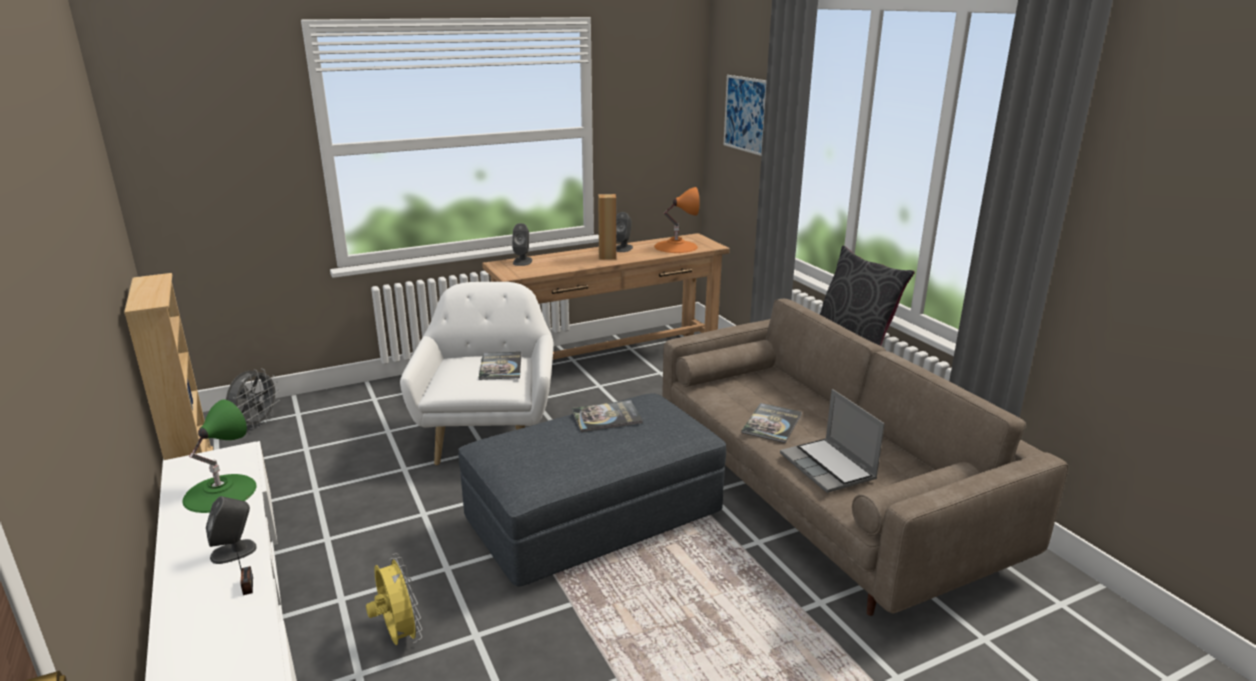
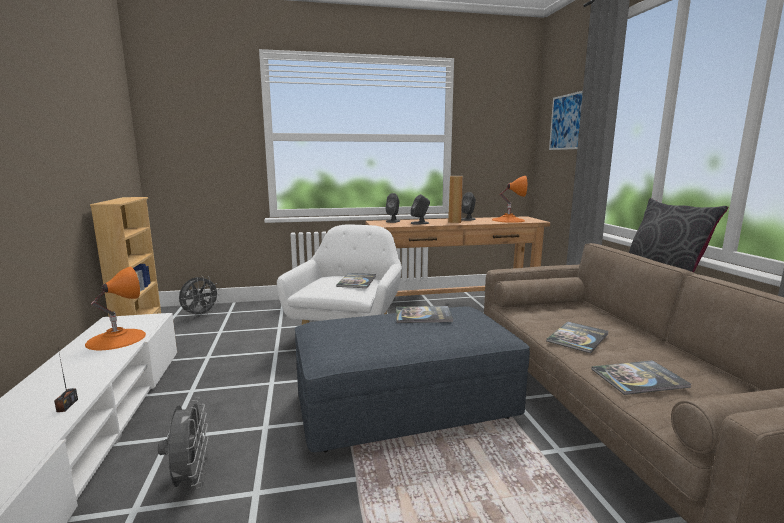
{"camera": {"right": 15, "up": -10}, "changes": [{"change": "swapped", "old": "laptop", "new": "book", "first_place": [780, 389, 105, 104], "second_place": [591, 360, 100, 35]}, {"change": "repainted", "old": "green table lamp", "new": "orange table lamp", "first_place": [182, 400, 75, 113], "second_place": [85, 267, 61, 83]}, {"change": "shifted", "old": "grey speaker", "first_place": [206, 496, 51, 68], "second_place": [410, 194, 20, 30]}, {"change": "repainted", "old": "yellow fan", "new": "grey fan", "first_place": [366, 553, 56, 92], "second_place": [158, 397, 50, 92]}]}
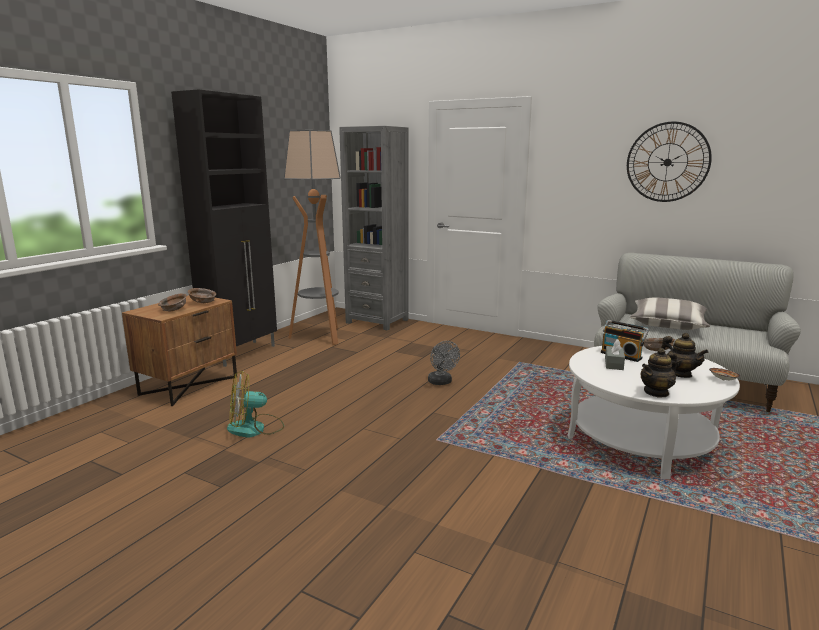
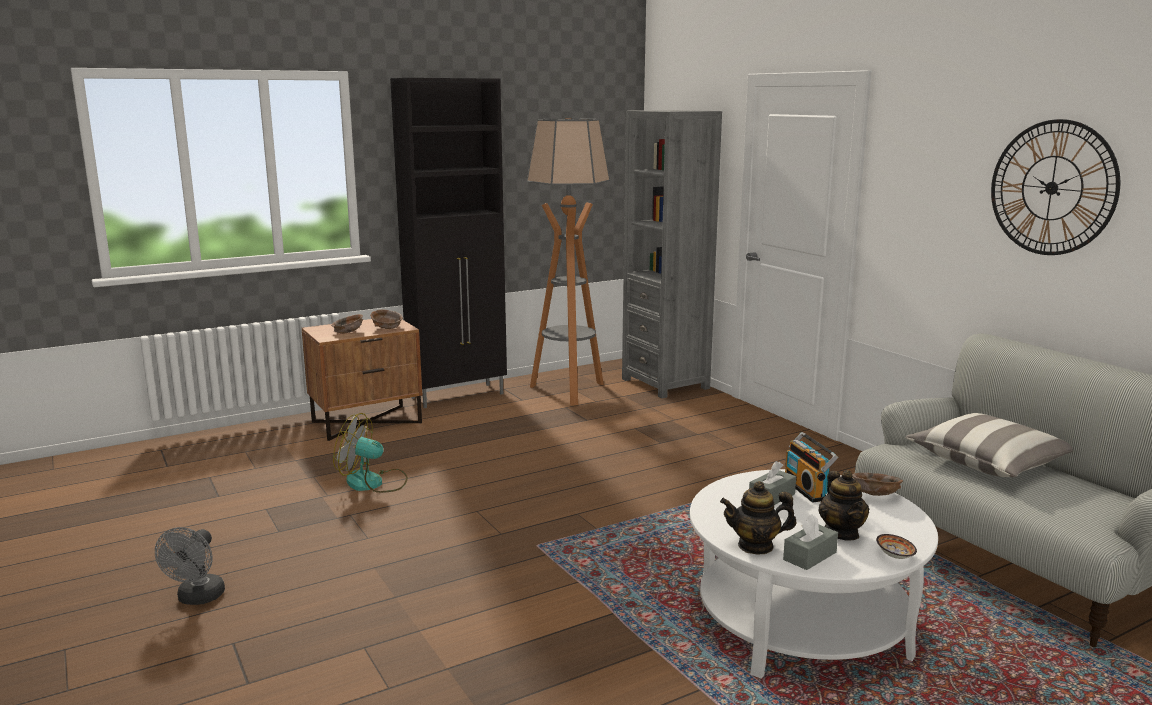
{"camera": {"right": 30, "up": 0}, "changes": [{"change": "shifted", "old": "grey fan", "first_place": [428, 341, 32, 44], "second_place": [155, 527, 70, 78]}, {"change": "new", "new": "grey tissue box", "second_place": [783, 514, 55, 56]}]}
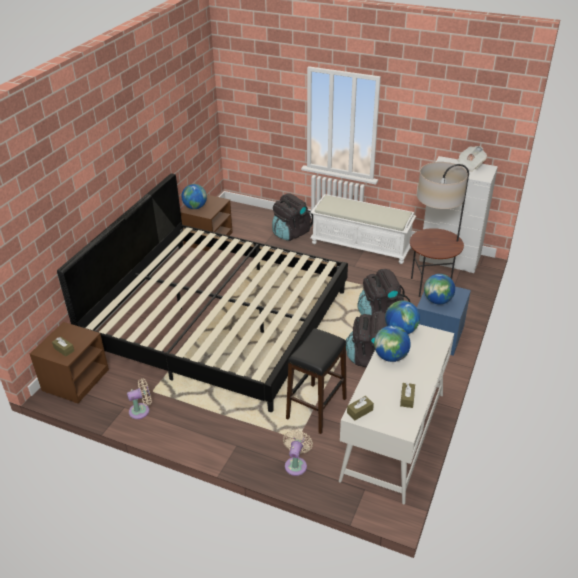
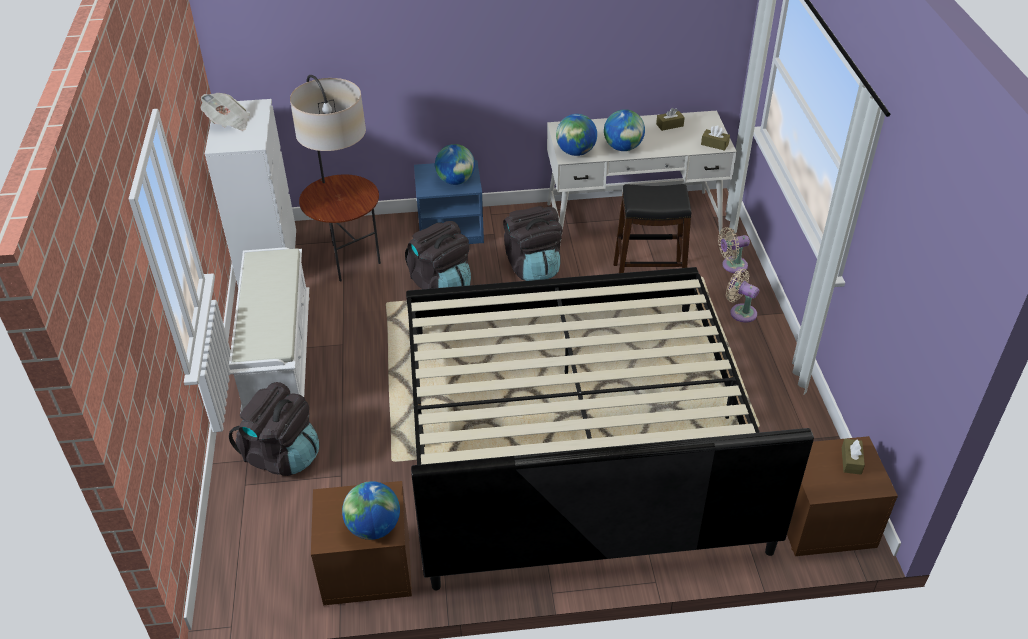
{"camera": {"right": -120, "up": 5}, "changes": [{"change": "shifted", "old": "beige fan", "first_place": [127, 378, 25, 41], "second_place": [726, 268, 33, 55]}]}
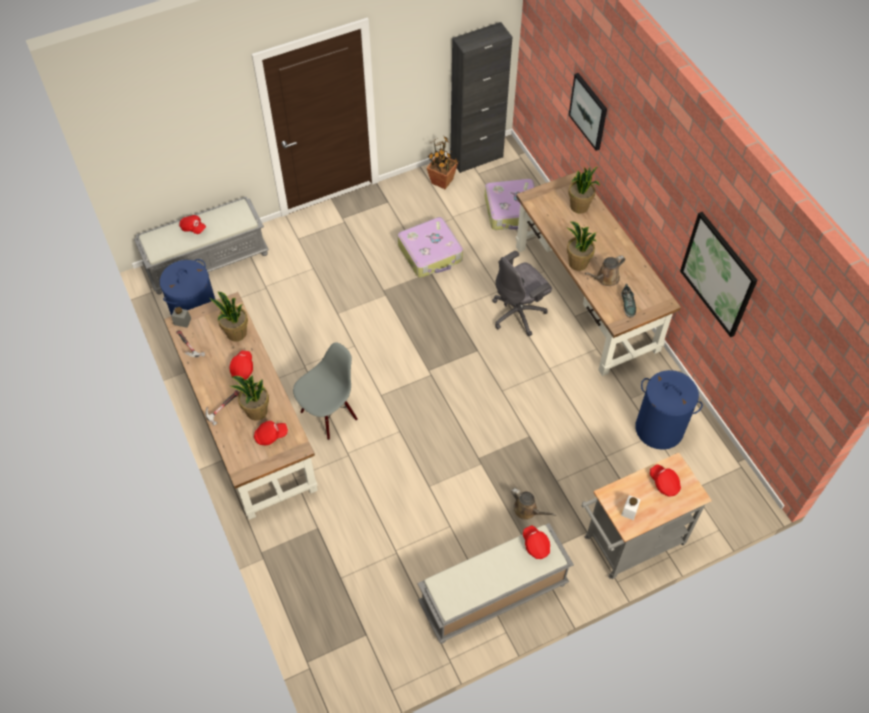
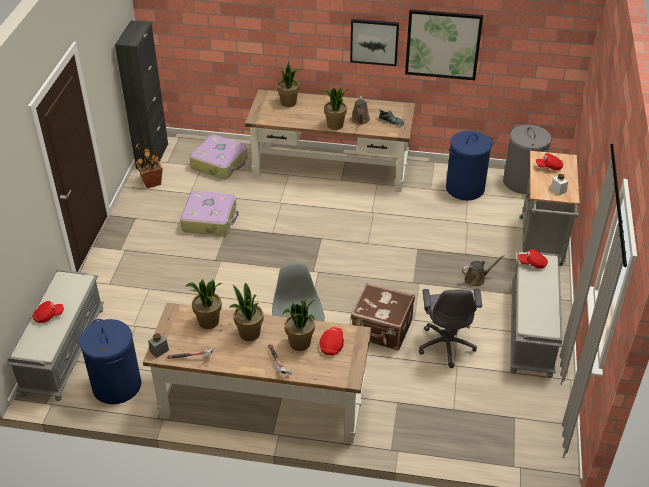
{"camera": {"right": -55, "up": -15}, "changes": [{"change": "shifted", "old": "picture", "first_place": [569, 73, 38, 78], "second_place": [350, 19, 49, 47]}, {"change": "shifted", "old": "grey office chair", "first_place": [492, 251, 60, 85], "second_place": [419, 288, 63, 80]}, {"change": "swapped", "old": "red cap", "new": "potted plant", "first_place": [229, 351, 24, 29], "second_place": [229, 283, 34, 58]}, {"change": "new", "new": "grey laundry basket", "second_place": [503, 125, 48, 69]}, {"change": "new", "new": "brown suitcase", "second_place": [351, 283, 64, 68]}]}
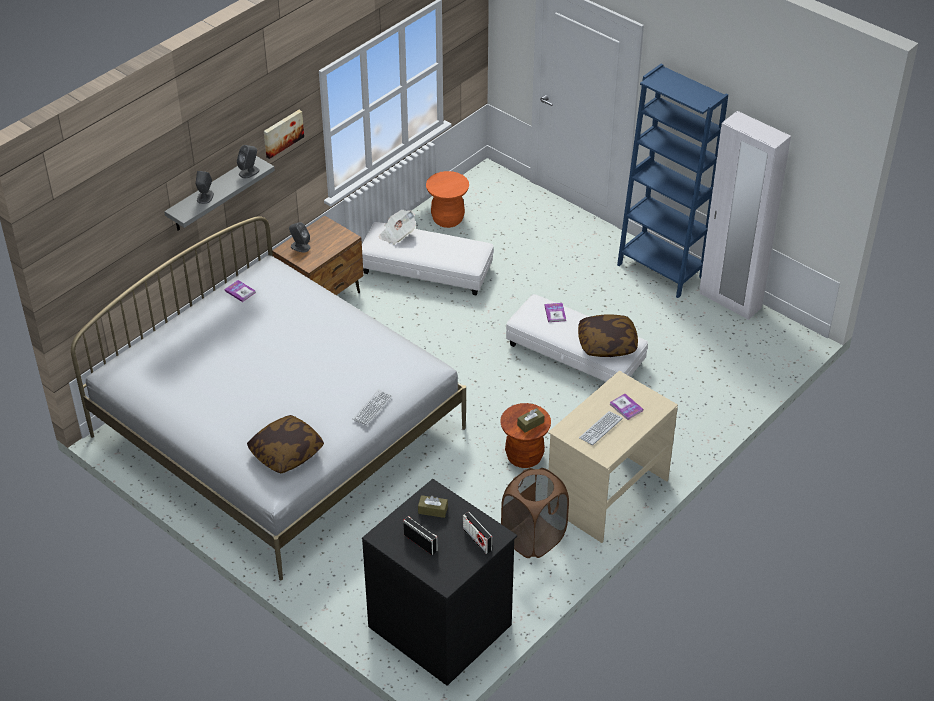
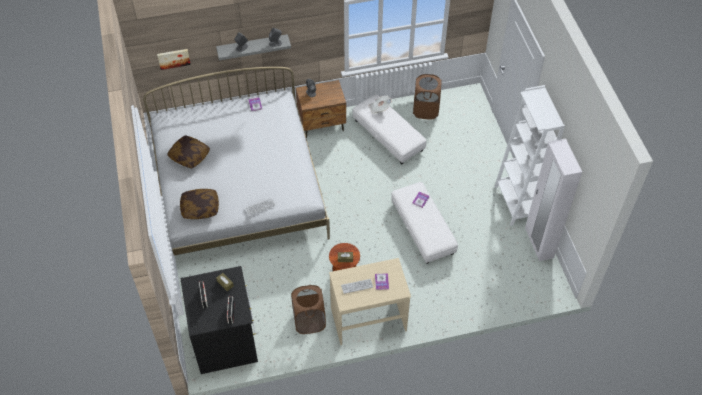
{"camera": {"right": 35, "up": 10}, "changes": [{"change": "repainted", "old": "blue bookcase", "new": "white bookcase", "first_place": [617, 63, 111, 235], "second_place": [494, 85, 71, 141]}, {"change": "shifted", "old": "picture", "first_place": [264, 110, 40, 49], "second_place": [157, 49, 34, 21]}, {"change": "swapped", "old": "orange stool", "new": "brown laundry basket", "first_place": [426, 171, 43, 57], "second_place": [413, 74, 29, 45]}, {"change": "shifted", "old": "pillow", "first_place": [578, 314, 60, 43], "second_place": [167, 136, 43, 32]}]}
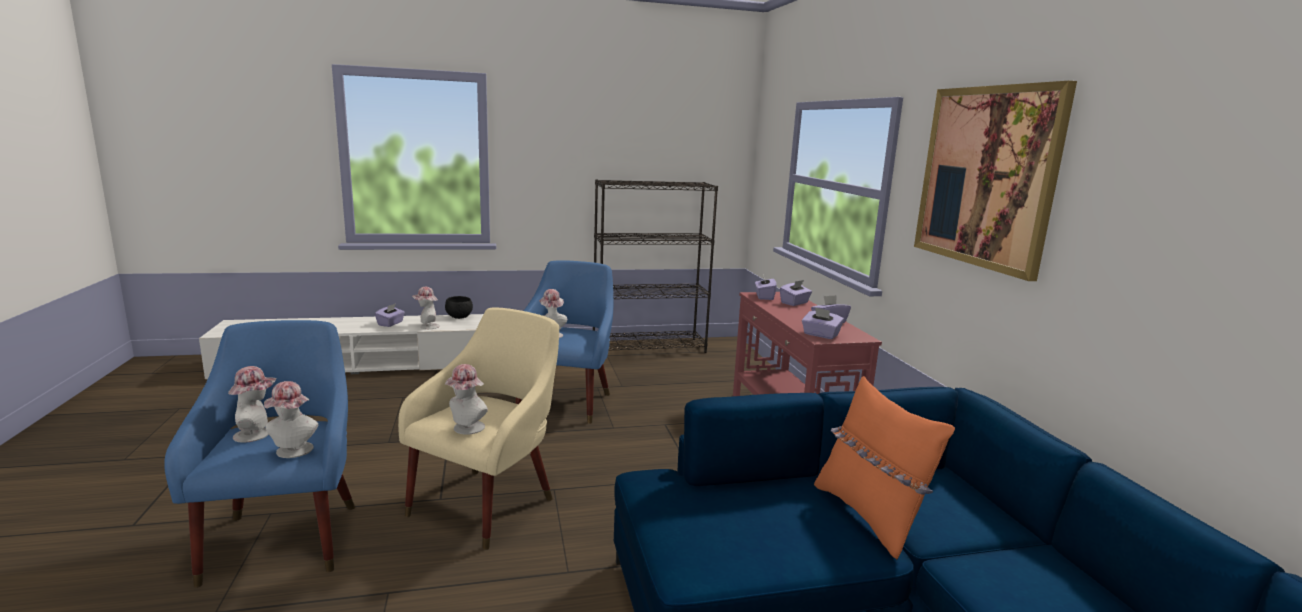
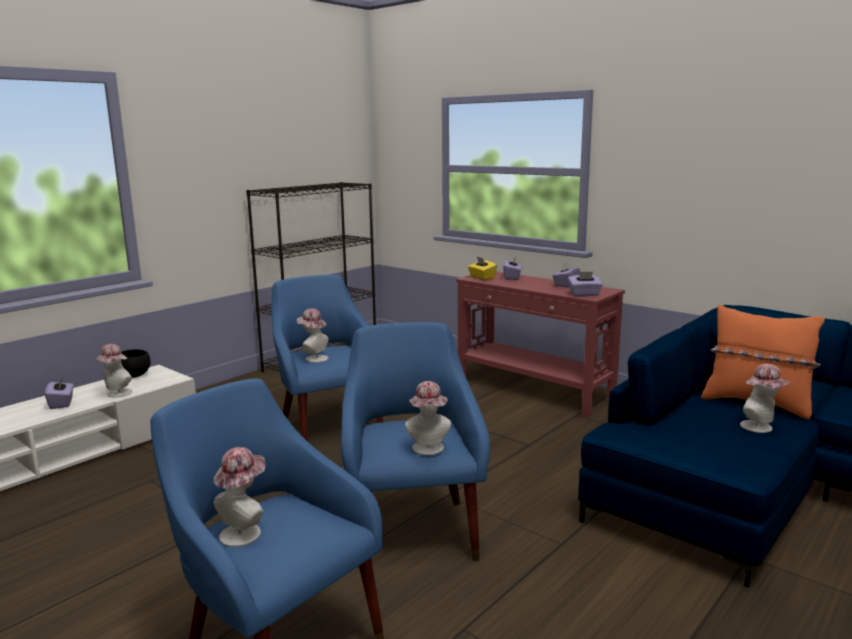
{"camera": {"right": -35, "up": 0}, "changes": [{"change": "gone", "old": "picture", "first_place": [914, 81, 163, 200]}, {"change": "repainted", "old": "purple tissue box", "new": "yellow tissue box", "first_place": [755, 274, 22, 26], "second_place": [468, 257, 29, 23]}, {"change": "repainted", "old": "beige armchair", "new": "blue armchair", "first_place": [398, 307, 161, 243], "second_place": [341, 322, 149, 239]}, {"change": "shifted", "old": "hat", "first_place": [264, 381, 54, 77], "second_place": [740, 363, 50, 70]}]}
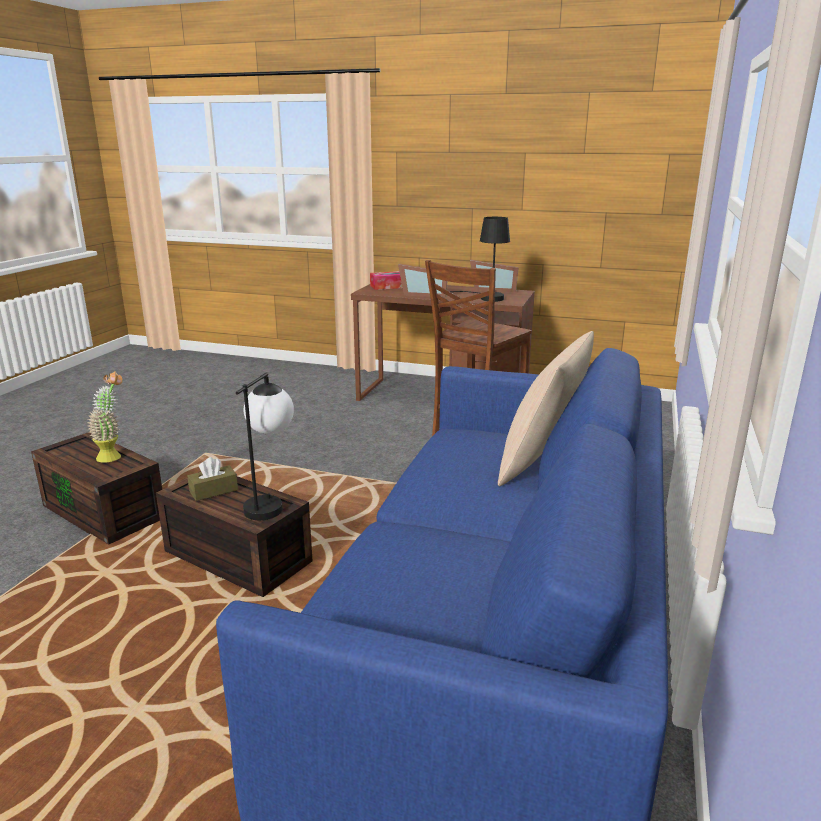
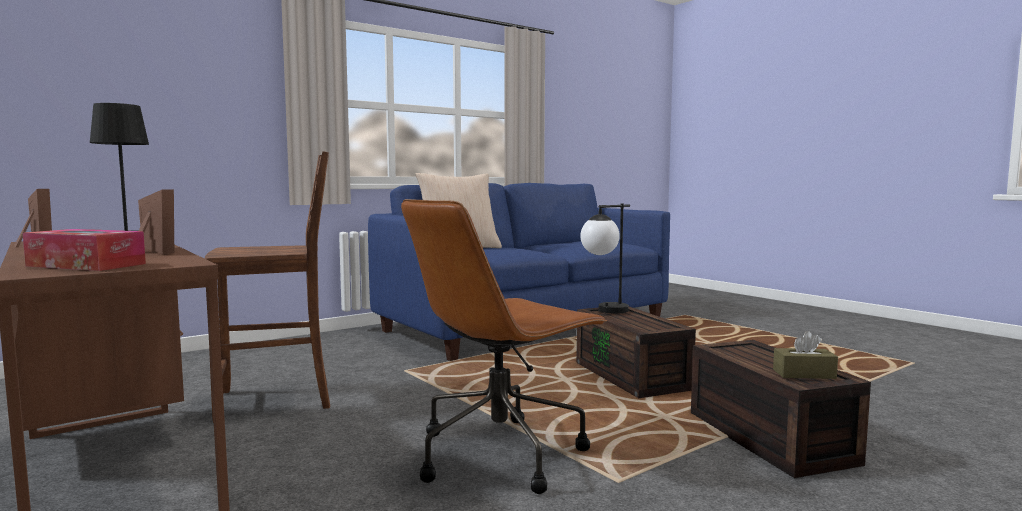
{"camera": {"right": -145, "up": -15}, "changes": [{"change": "gone", "old": "potted plant", "first_place": [87, 371, 36, 92]}, {"change": "shifted", "old": "brown tissue box", "first_place": [188, 457, 50, 44], "second_place": [773, 331, 65, 48]}, {"change": "new", "new": "brown office chair", "second_place": [401, 199, 207, 295]}]}
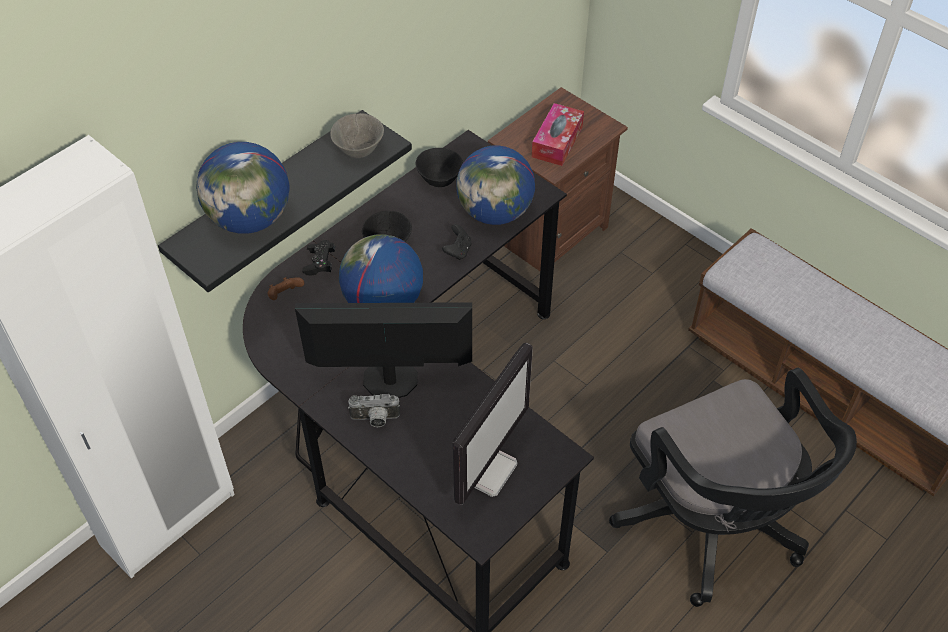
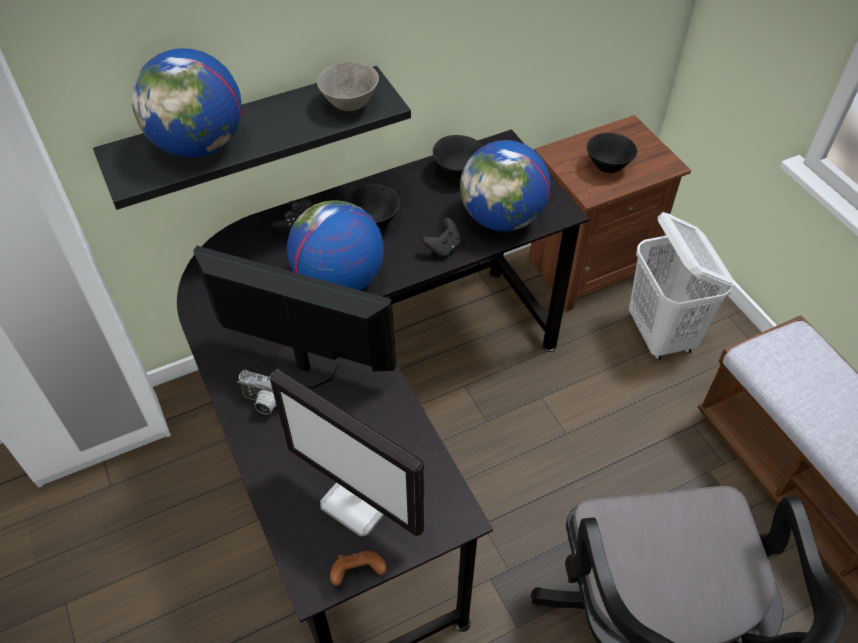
{"camera": {"right": 20, "up": 0}, "changes": [{"change": "swapped", "old": "tissue box", "new": "black bowl", "first_place": [532, 103, 52, 63], "second_place": [587, 133, 50, 40]}, {"change": "shifted", "old": "brown game controller", "first_place": [268, 277, 36, 23], "second_place": [330, 551, 57, 35]}, {"change": "rotated", "old": "monitor", "first_place": [453, 343, 80, 162], "second_place": [270, 369, 155, 167], "degrees": 75}, {"change": "new", "new": "white laundry basket", "second_place": [629, 212, 105, 148]}]}
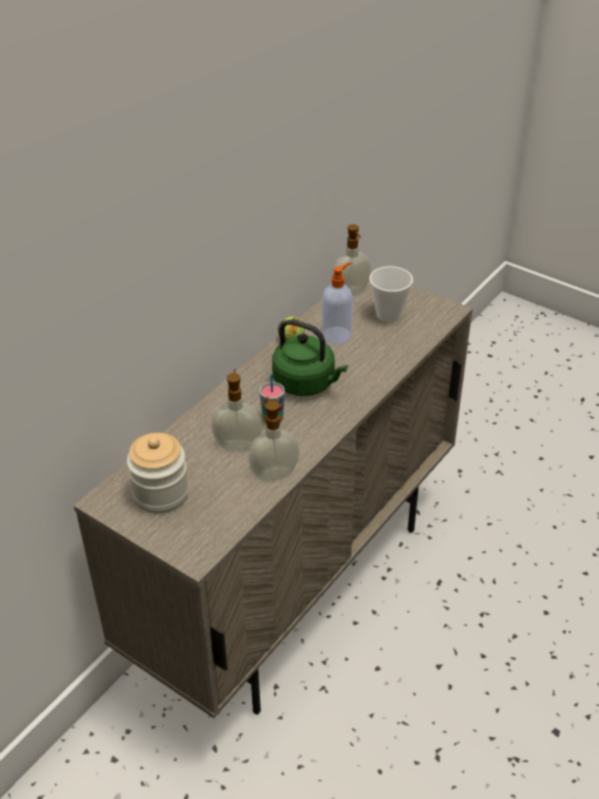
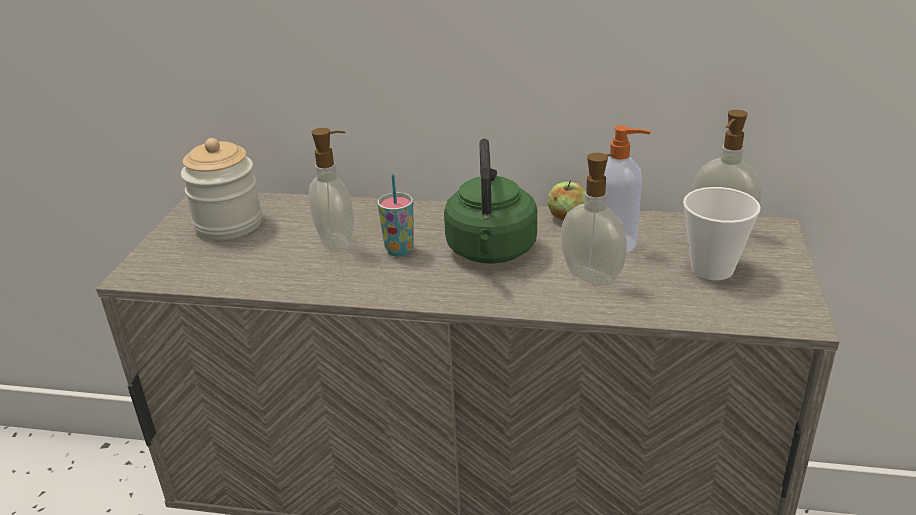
{"camera": {"right": 65, "up": -10}, "changes": [{"change": "shifted", "old": "soap dispenser", "first_place": [249, 397, 50, 85], "second_place": [561, 153, 66, 133]}]}
